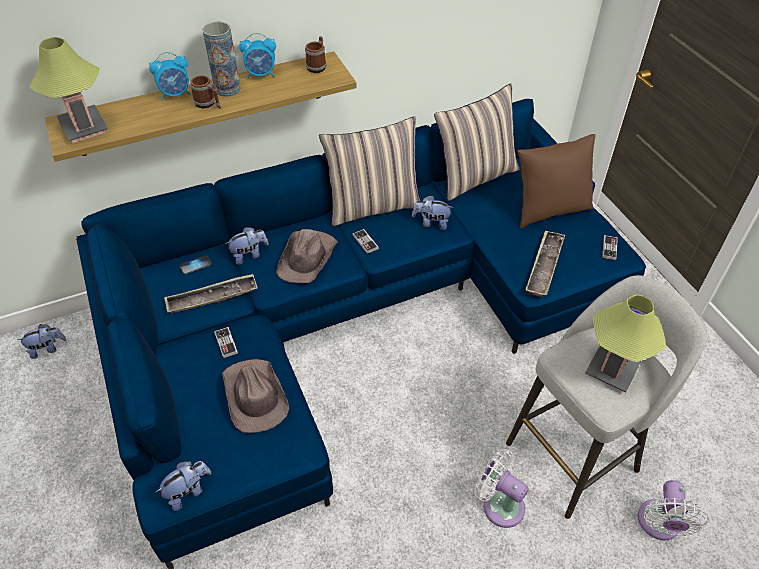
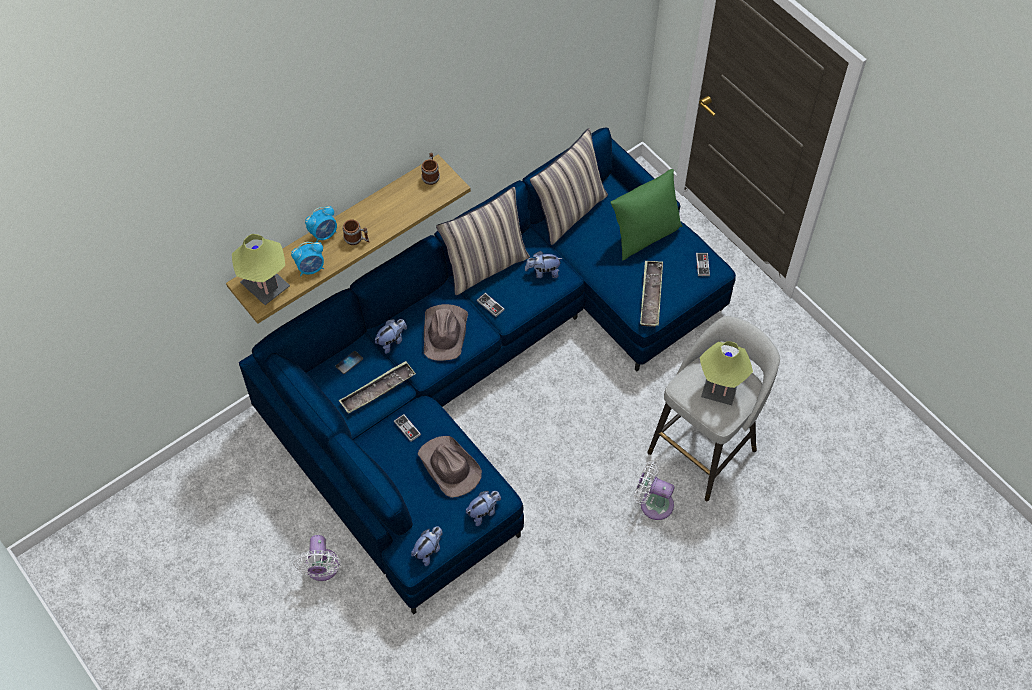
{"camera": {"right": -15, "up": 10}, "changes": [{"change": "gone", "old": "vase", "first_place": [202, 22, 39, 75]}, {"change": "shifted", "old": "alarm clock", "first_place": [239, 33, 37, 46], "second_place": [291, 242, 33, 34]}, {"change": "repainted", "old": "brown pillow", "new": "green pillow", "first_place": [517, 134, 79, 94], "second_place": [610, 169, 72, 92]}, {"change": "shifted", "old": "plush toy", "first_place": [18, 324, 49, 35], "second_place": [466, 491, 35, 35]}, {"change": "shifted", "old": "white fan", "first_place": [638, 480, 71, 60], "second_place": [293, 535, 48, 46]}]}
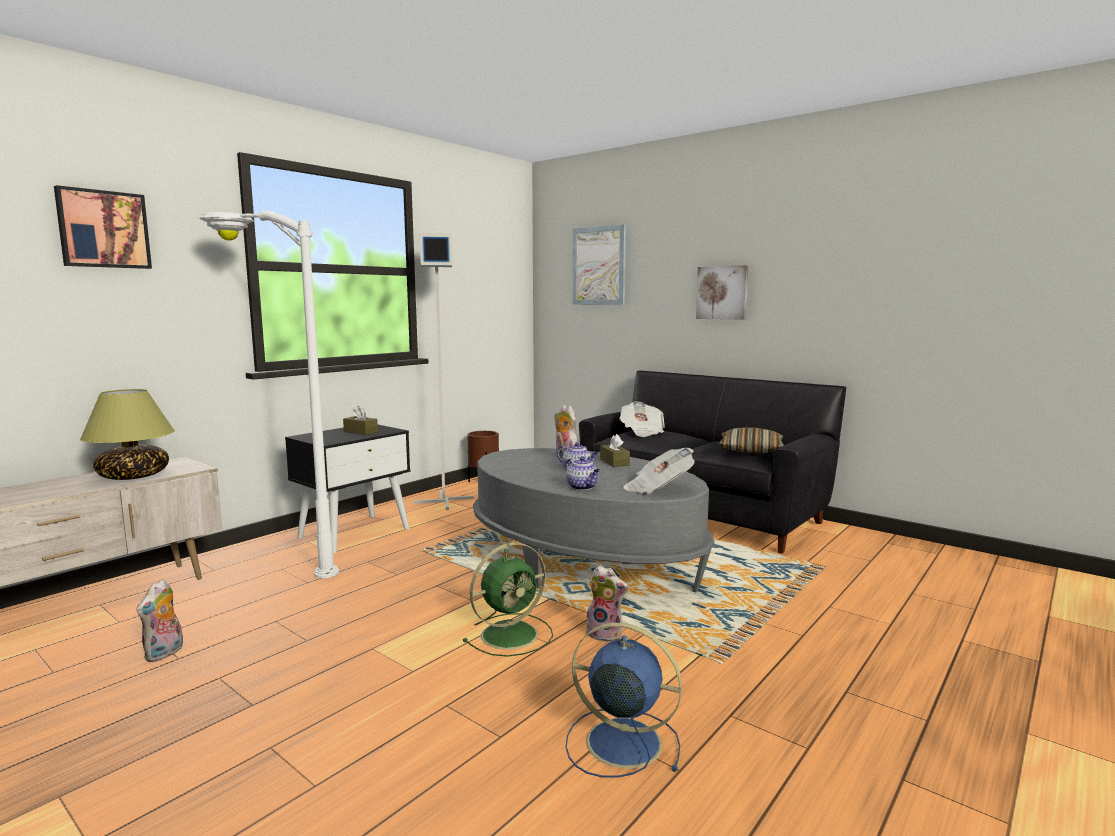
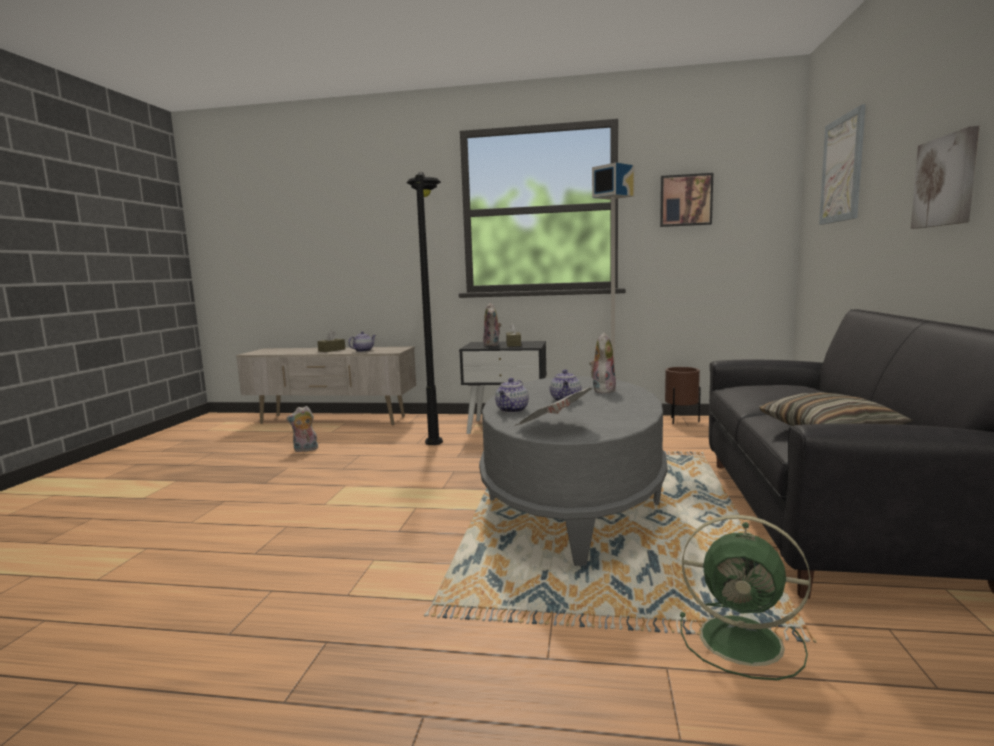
{"camera": {"right": 60, "up": 0}, "changes": [{"change": "shifted", "old": "picture", "first_place": [54, 185, 98, 84], "second_place": [660, 173, 53, 54]}, {"change": "repainted", "old": "white floor lamp", "new": "black floor lamp", "first_place": [199, 211, 140, 367], "second_place": [407, 172, 36, 273]}, {"change": "swapped", "old": "table lamp", "new": "teapot", "first_place": [80, 389, 95, 91], "second_place": [348, 332, 28, 20]}, {"change": "gone", "old": "newspaper", "first_place": [619, 402, 46, 35]}, {"change": "shifted", "old": "brown tissue box", "first_place": [600, 434, 30, 33], "second_place": [317, 330, 28, 22]}, {"change": "shifted", "old": "green fan", "first_place": [463, 542, 90, 115], "second_place": [680, 515, 131, 165]}, {"change": "shifted", "old": "plush toy", "first_place": [584, 566, 44, 76], "second_place": [483, 303, 18, 43]}, {"change": "gone", "old": "blue fan", "first_place": [566, 622, 116, 156]}]}
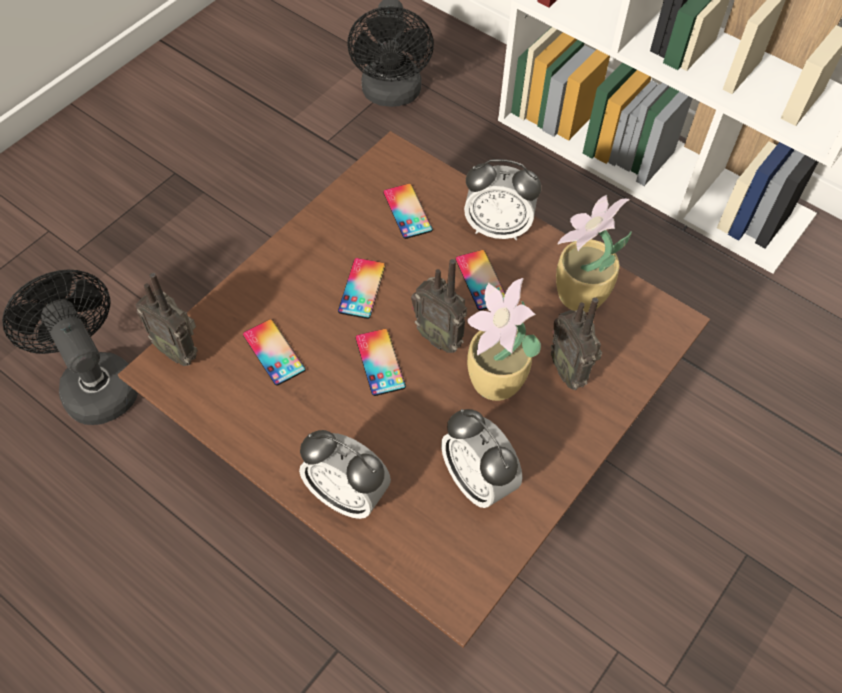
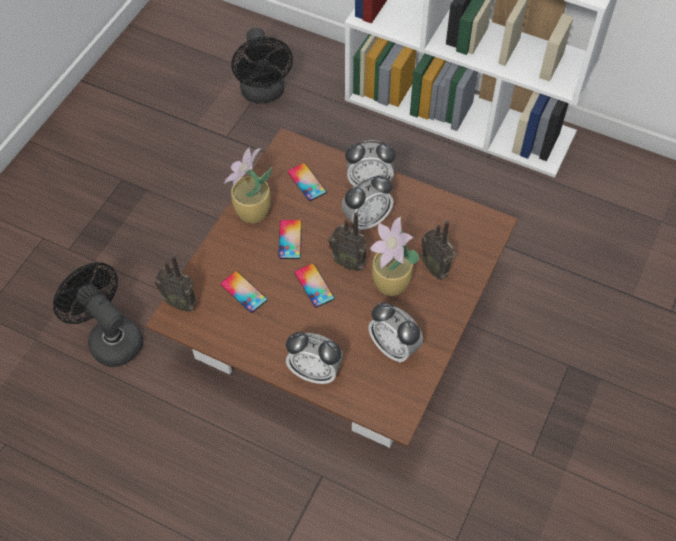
{"camera": {"right": -10, "up": 0}, "changes": [{"change": "shifted", "old": "potted plant", "first_place": [556, 195, 76, 118], "second_place": [224, 147, 48, 77]}, {"change": "swapped", "old": "phone", "new": "alarm clock", "first_place": [455, 250, 50, 61], "second_place": [342, 176, 51, 56]}]}
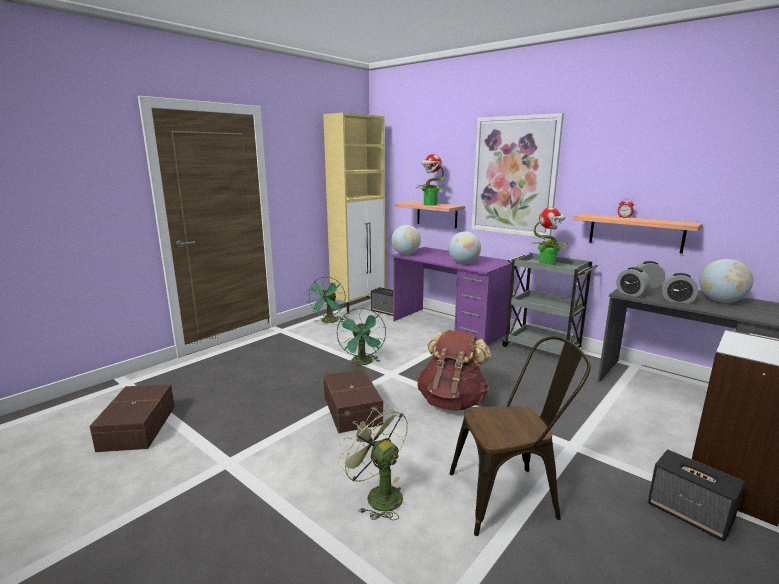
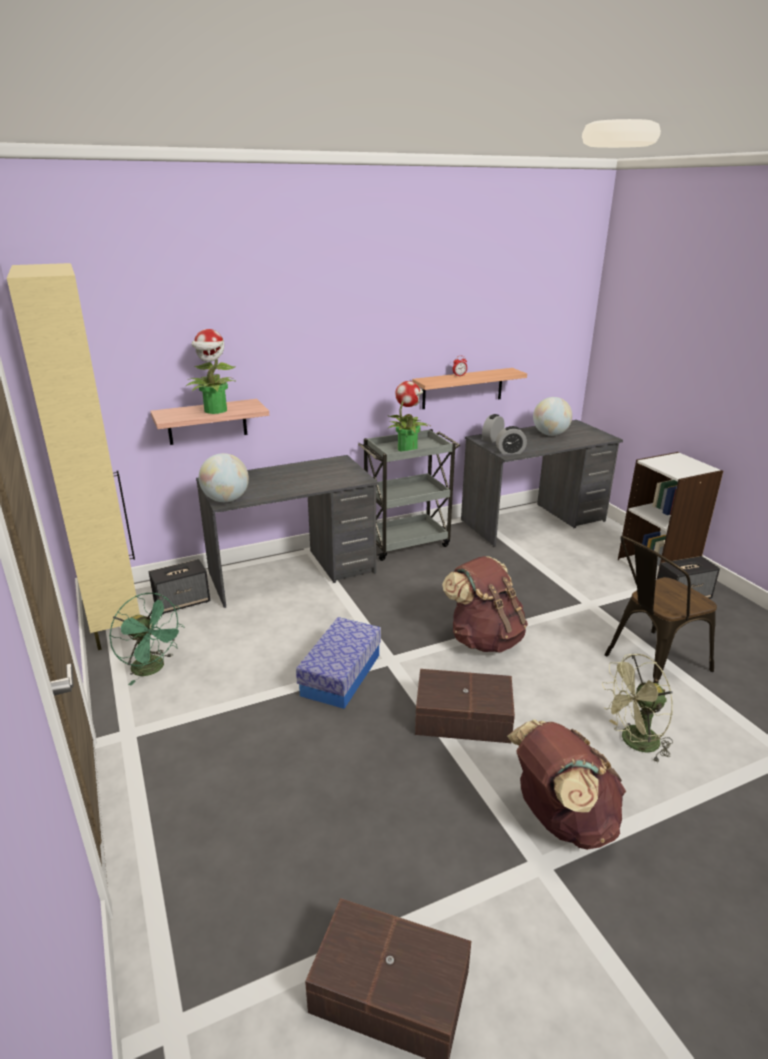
{"camera": {"right": -65, "up": 10}, "changes": [{"change": "gone", "old": "picture", "first_place": [472, 113, 92, 126]}, {"change": "gone", "old": "globe", "first_place": [448, 231, 33, 33]}, {"change": "repainted", "old": "purple desk", "new": "grey desk", "first_place": [391, 247, 121, 98], "second_place": [196, 455, 182, 153]}, {"change": "gone", "old": "alarm clock", "first_place": [661, 273, 37, 31]}, {"change": "swapped", "old": "green fan", "new": "storage box", "first_place": [337, 308, 49, 57], "second_place": [296, 617, 85, 92]}, {"change": "rotated", "old": "brown chair", "first_place": [450, 336, 141, 200], "second_place": [604, 536, 113, 147], "degrees": -135}, {"change": "new", "new": "brown backpack", "second_place": [507, 719, 119, 131]}]}
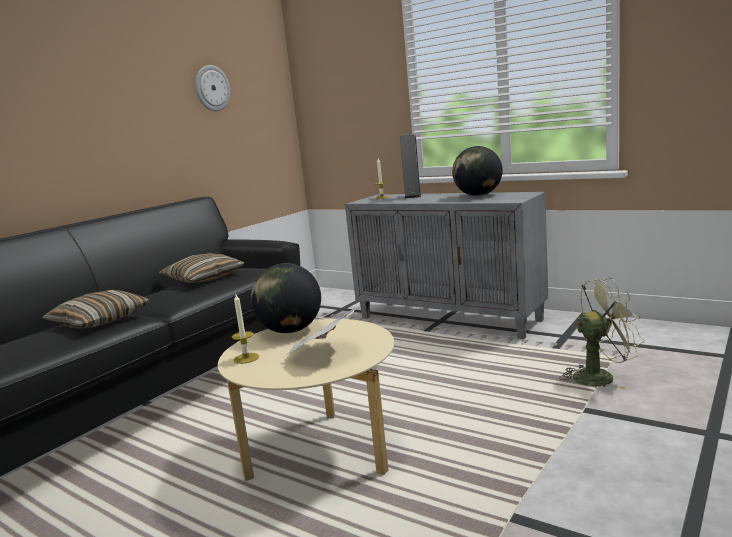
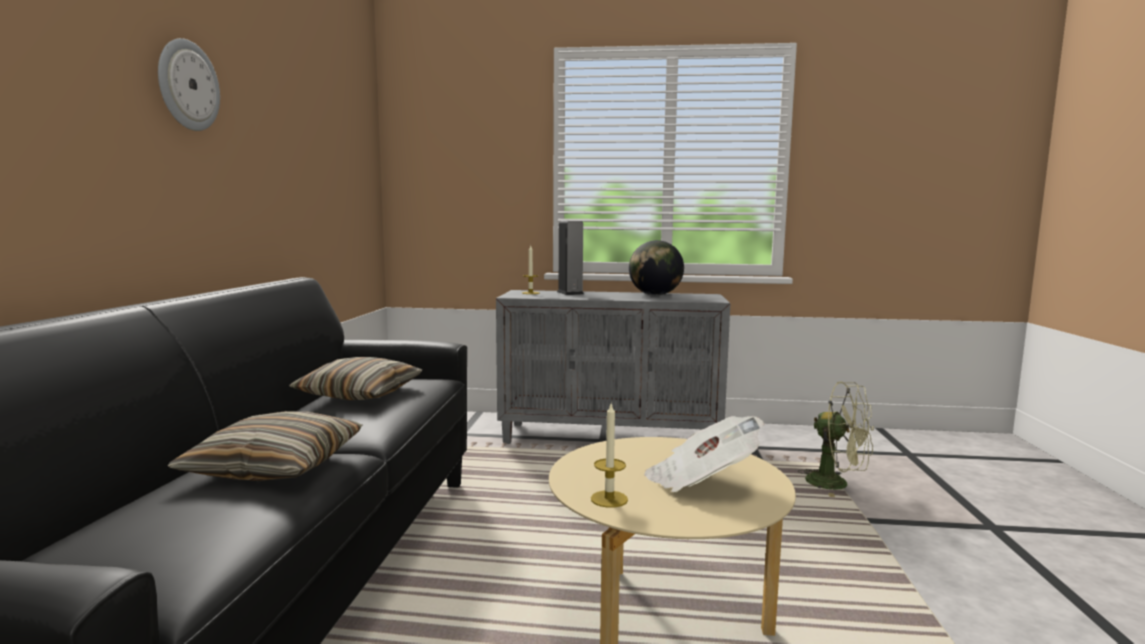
{"camera": {"right": -30, "up": -5}, "changes": [{"change": "shifted", "old": "wall clock", "first_place": [195, 65, 35, 46], "second_place": [158, 38, 62, 93]}, {"change": "gone", "old": "globe", "first_place": [251, 263, 70, 70]}, {"change": "rotated", "old": "green fan", "first_place": [559, 278, 85, 112], "second_place": [798, 381, 76, 116], "degrees": 75}]}
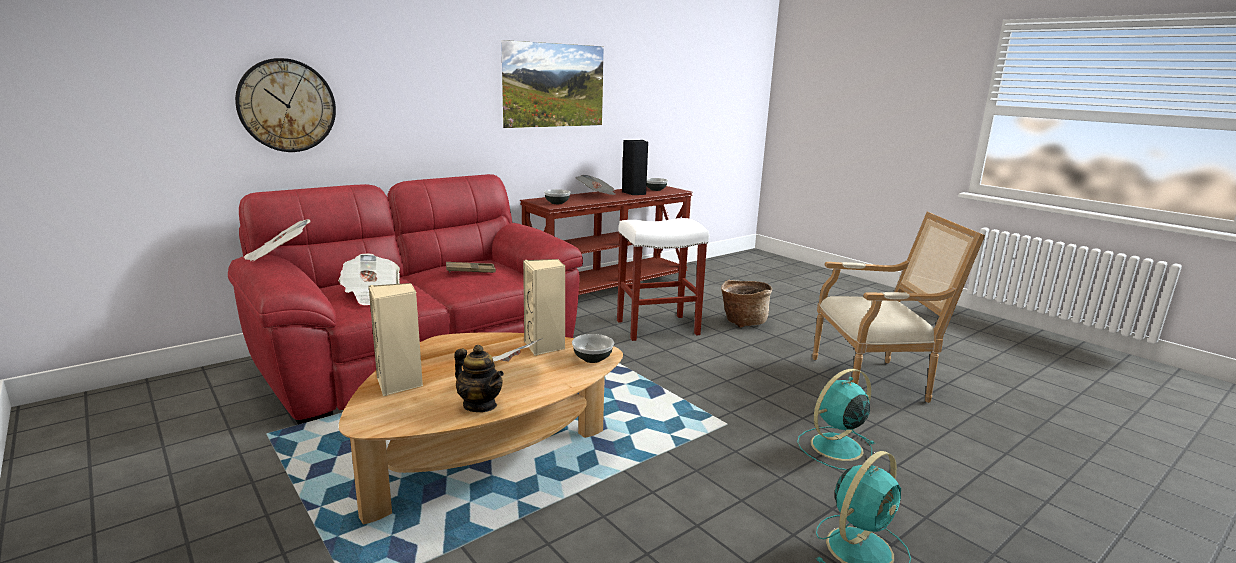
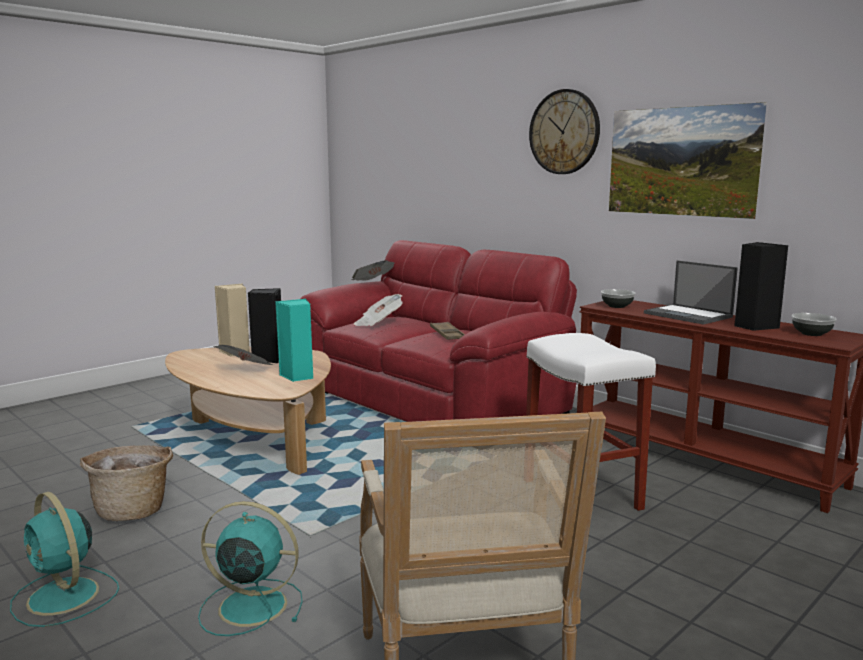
{"camera": {"right": 85, "up": -5}, "changes": [{"change": "shifted", "old": "wall clock", "first_place": [235, 58, 101, 94], "second_place": [529, 89, 71, 85]}, {"change": "swapped", "old": "newspaper", "new": "laptop", "first_place": [575, 175, 41, 20], "second_place": [644, 260, 94, 65]}, {"change": "repainted", "old": "beige speaker", "new": "turquoise speaker", "first_place": [523, 259, 43, 97], "second_place": [275, 299, 38, 82]}, {"change": "shifted", "old": "basket", "first_place": [721, 280, 51, 48], "second_place": [80, 445, 93, 76]}, {"change": "gone", "old": "bowl", "first_place": [572, 334, 42, 29]}, {"change": "gone", "old": "teapot", "first_place": [454, 345, 50, 67]}, {"change": "rotated", "old": "turquoise fan", "first_place": [797, 369, 77, 101], "second_place": [198, 501, 105, 135], "degrees": -45}, {"change": "new", "new": "black speaker", "second_place": [248, 288, 33, 75]}]}
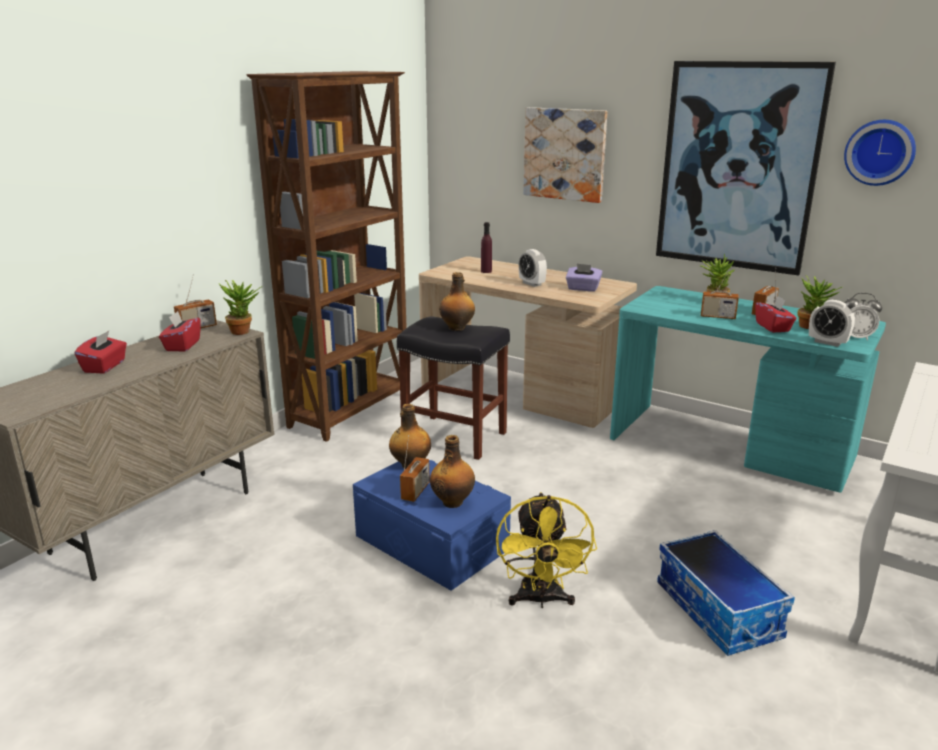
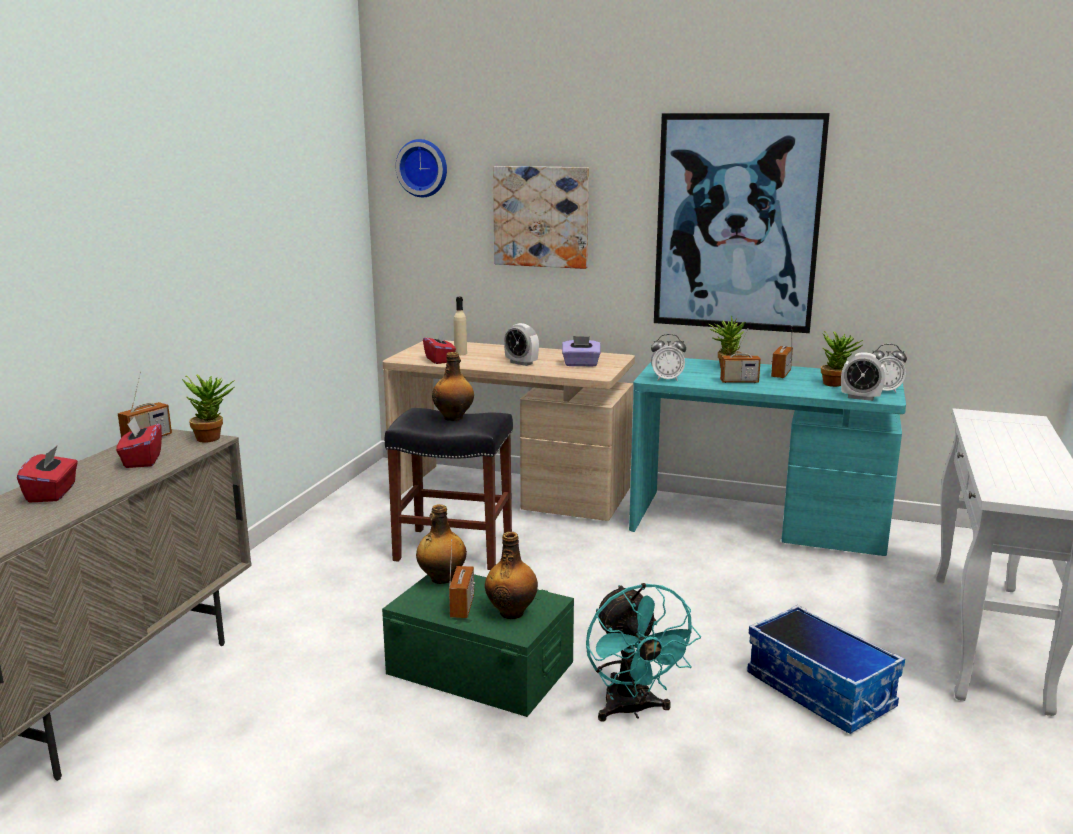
{"camera": {"right": -15, "up": -5}, "changes": [{"change": "gone", "old": "brown bookcase", "first_place": [247, 71, 160, 371]}, {"change": "shifted", "old": "wall clock", "first_place": [844, 120, 72, 66], "second_place": [396, 139, 51, 58]}, {"change": "repainted", "old": "purple bottle", "new": "beige bottle", "first_place": [481, 222, 11, 51], "second_place": [454, 297, 13, 58]}, {"change": "shifted", "old": "red tissue box", "first_place": [755, 296, 41, 37], "second_place": [423, 331, 33, 33]}, {"change": "repainted", "old": "blue storage box", "new": "green storage box", "first_place": [353, 458, 158, 133], "second_place": [382, 574, 192, 143]}, {"change": "repainted", "old": "yellow fan", "new": "turquoise fan", "first_place": [496, 492, 101, 116], "second_place": [586, 583, 115, 138]}, {"change": "new", "new": "alarm clock", "second_place": [651, 334, 35, 47]}]}
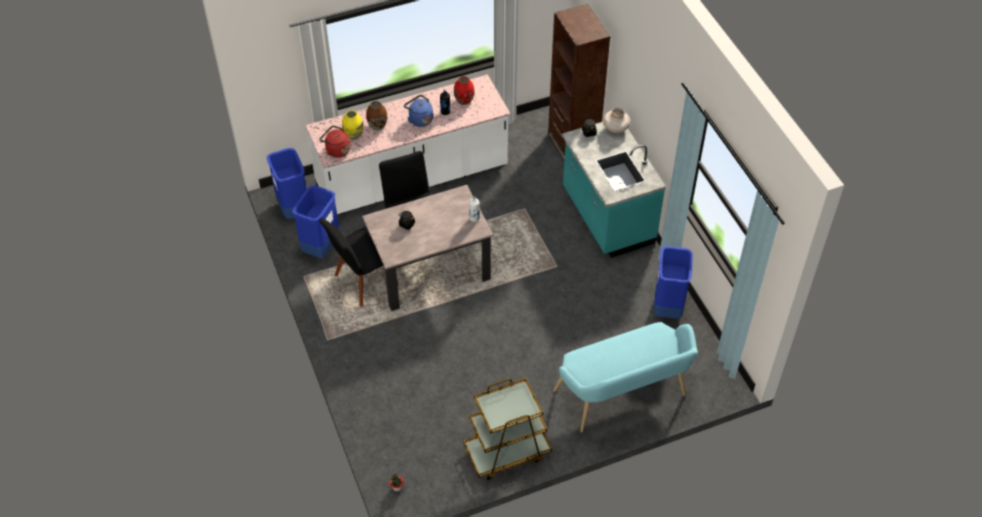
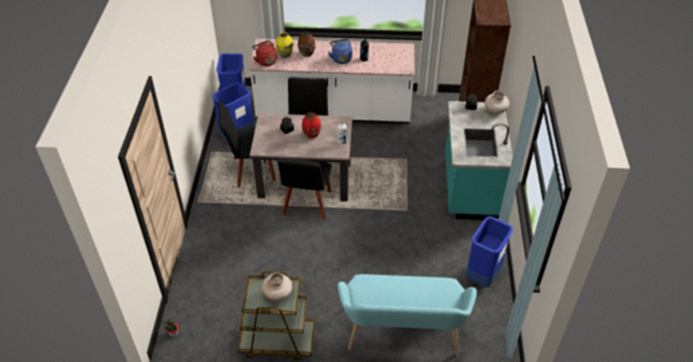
{"camera": {"right": 25, "up": -5}, "changes": [{"change": "shifted", "old": "red vase", "first_place": [454, 76, 20, 29], "second_place": [302, 112, 19, 27]}, {"change": "new", "new": "black chair", "second_place": [277, 158, 55, 62]}, {"change": "new", "new": "beige vase", "second_place": [262, 272, 30, 29]}]}
